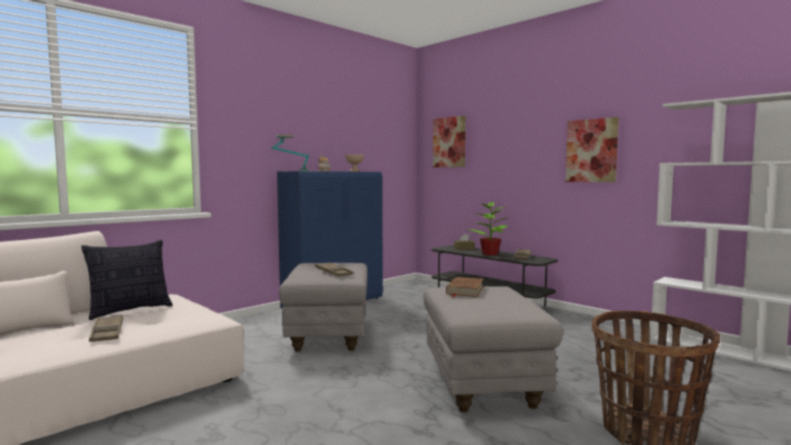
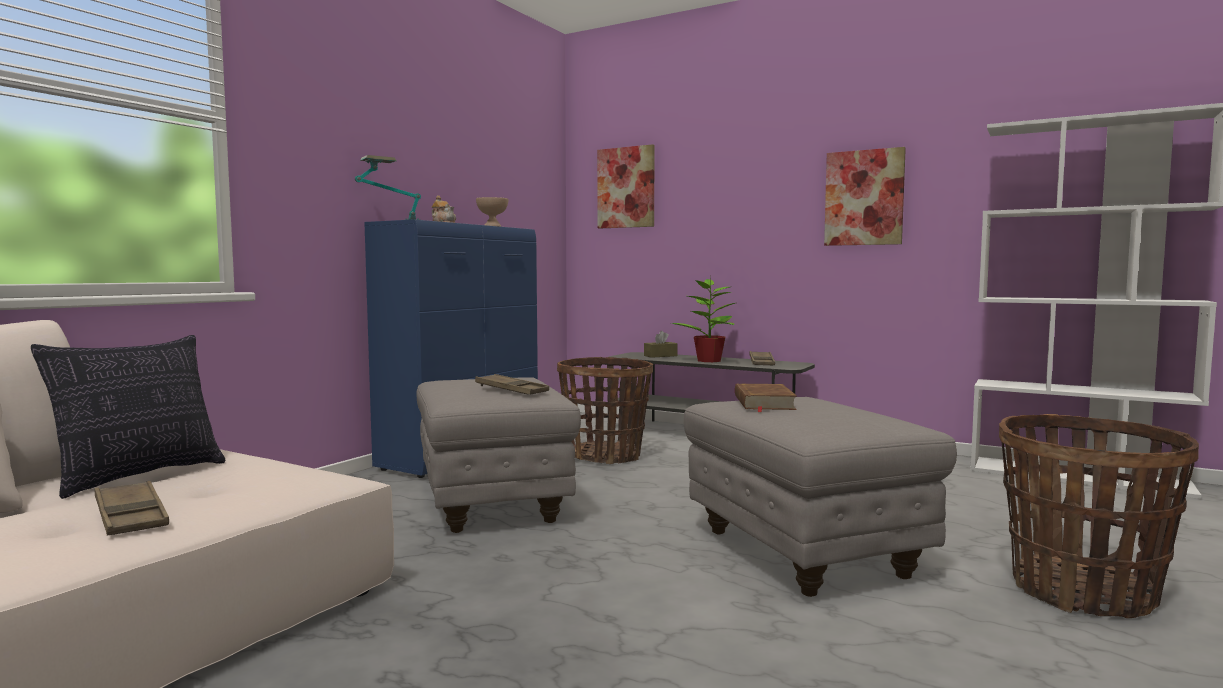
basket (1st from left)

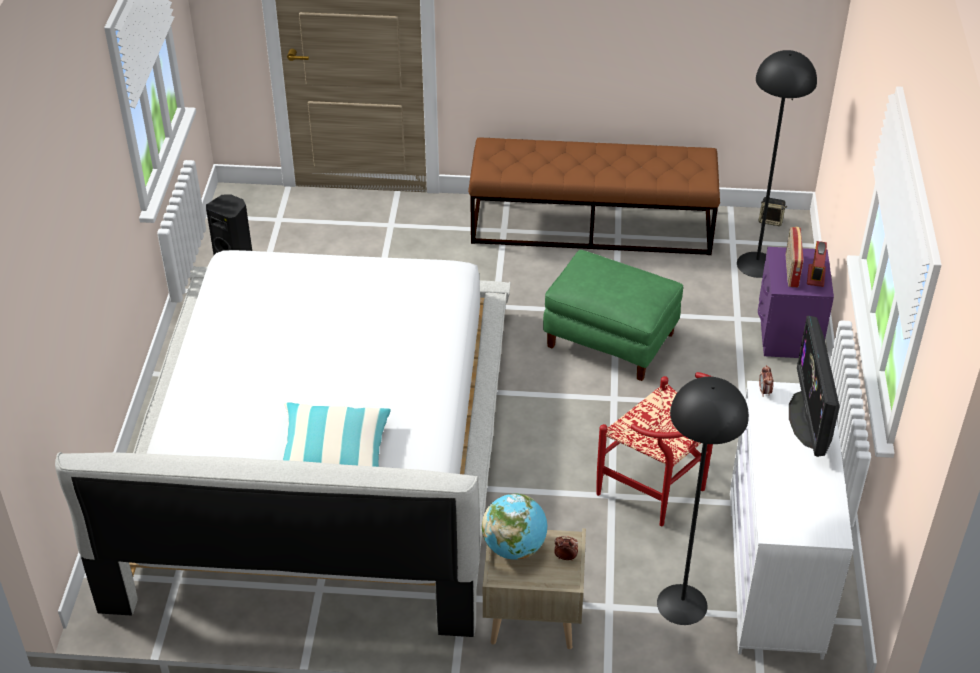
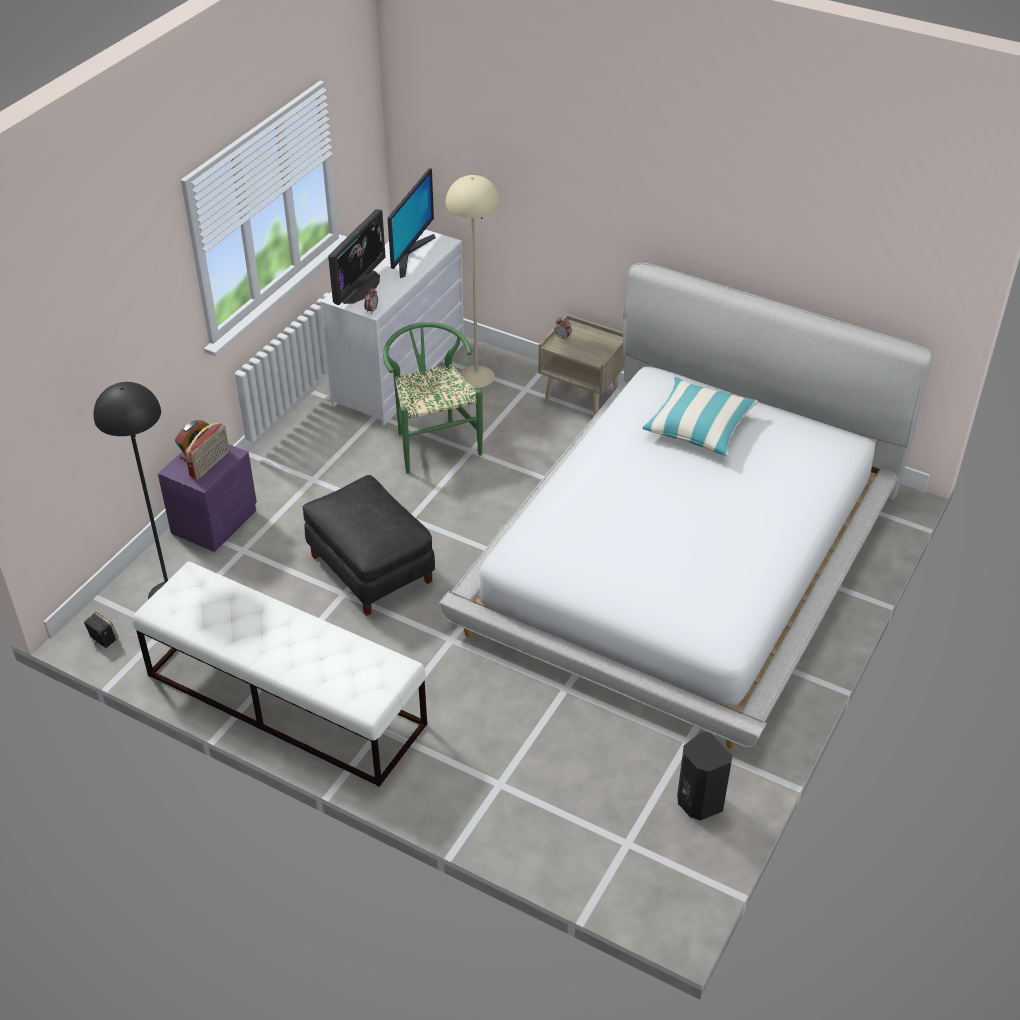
globe; monitor (2nd from left); white bench; black ottoman; green chair; beige floor lamp

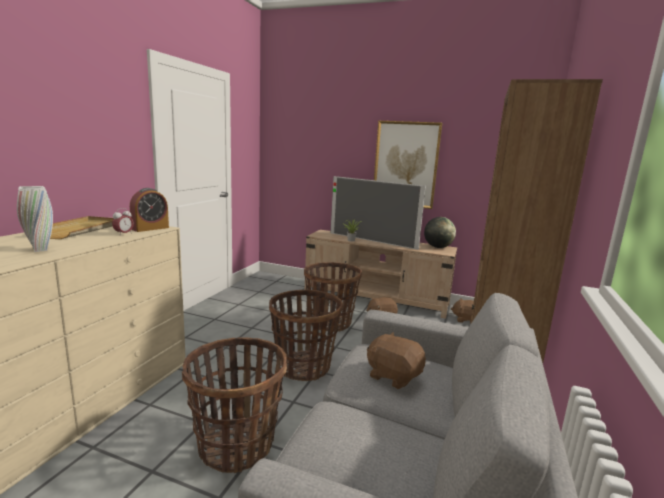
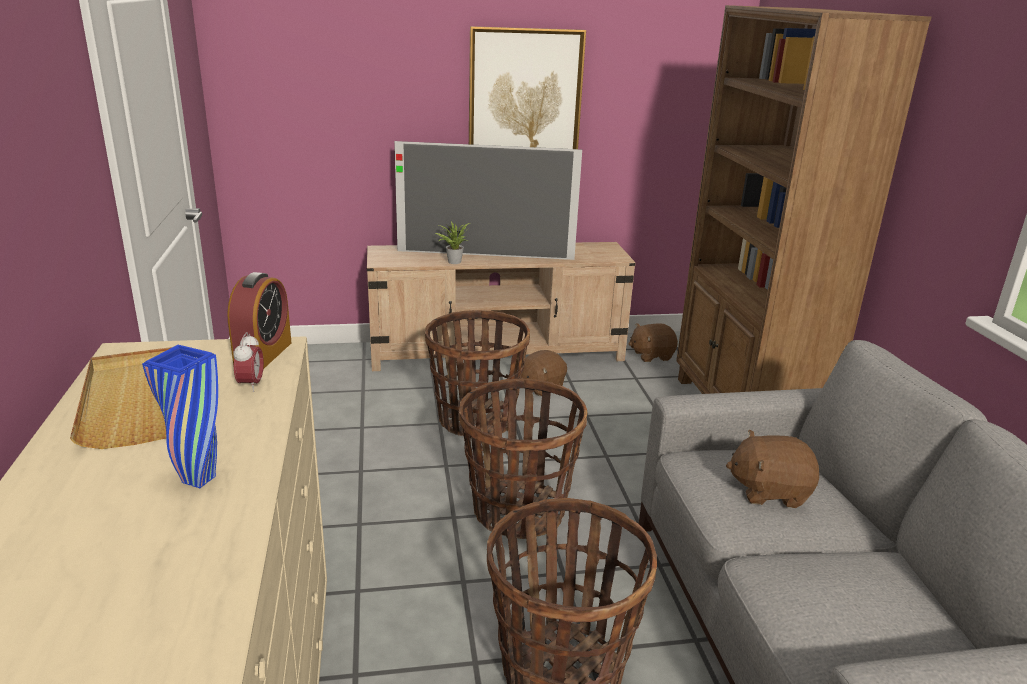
globe; blue vase

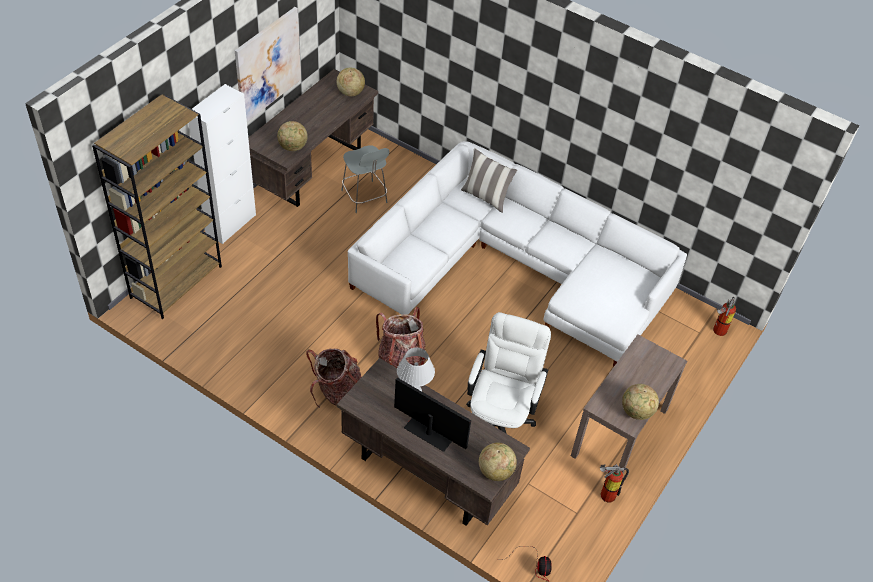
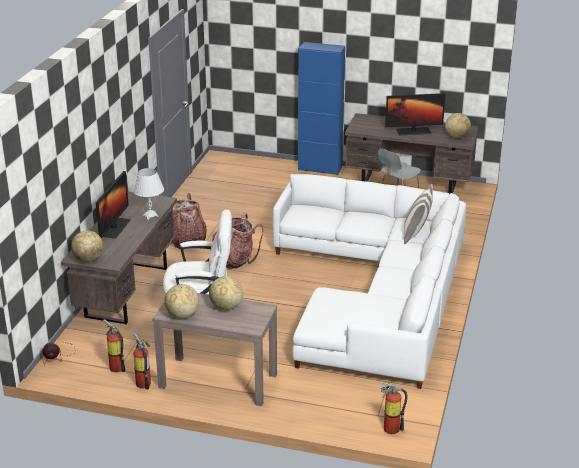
brown bookcase; picture; fire extinguisher (1st from left); monitor (2nd from left); globe (3rd from left); blue cabinet

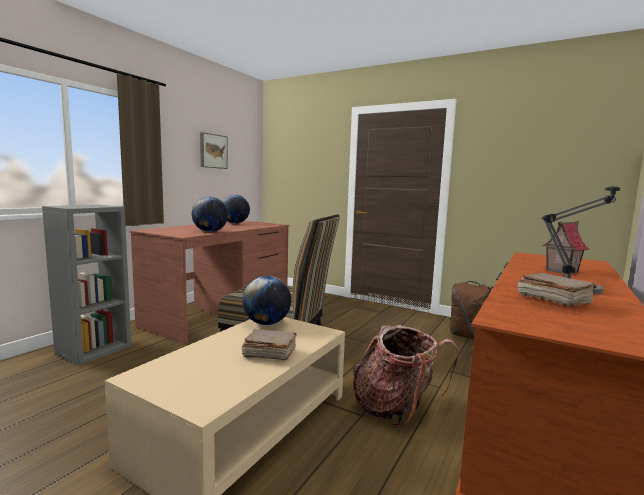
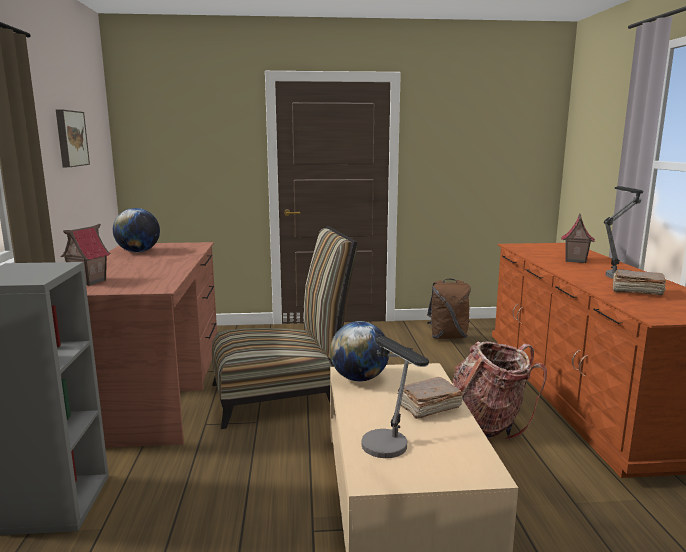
globe (1st from left in the first image); toy house (1st from left); table lamp (1st from left)

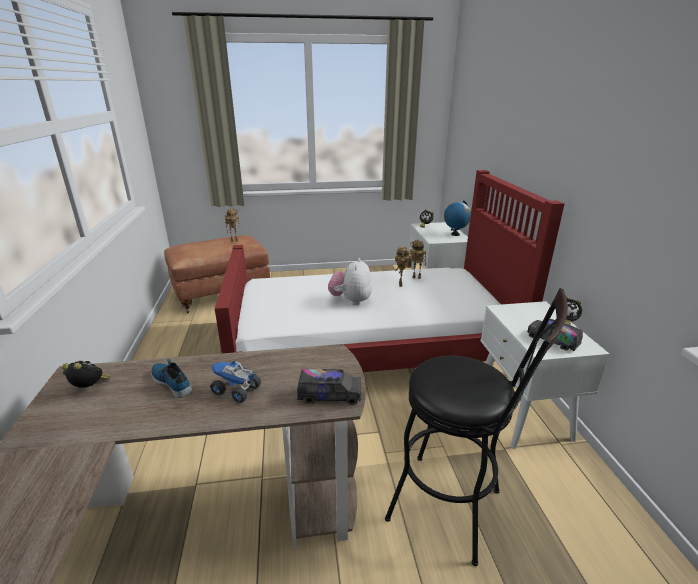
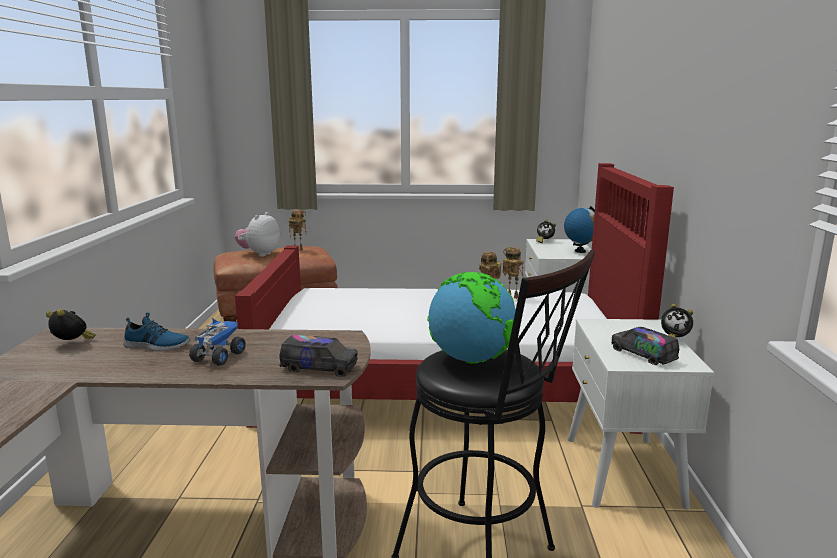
globe (1st from left); plush toy; shoe; toy truck (1st from left)

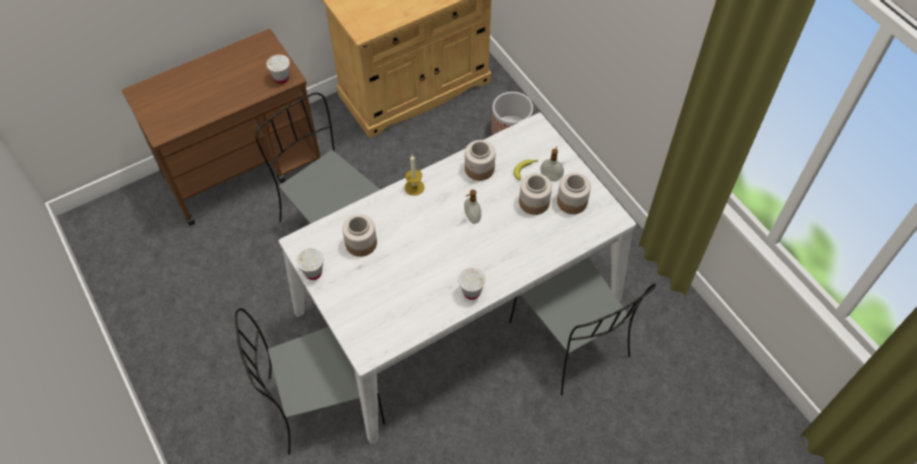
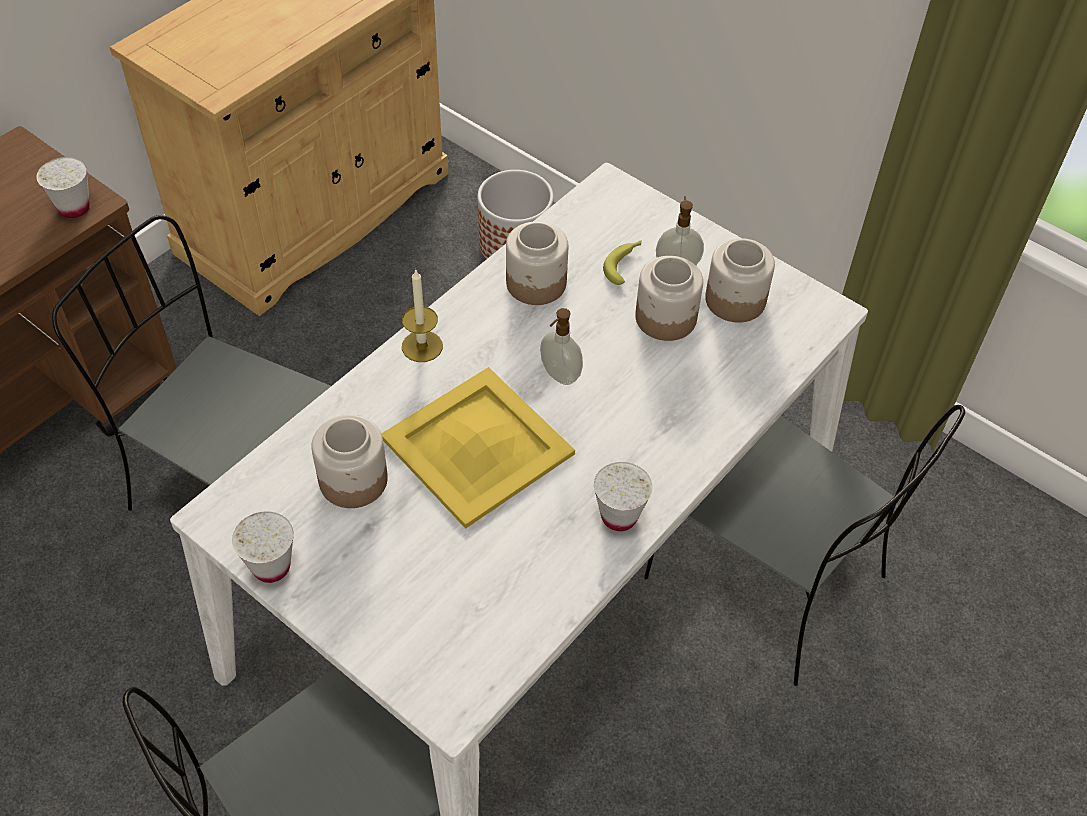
yellow tray

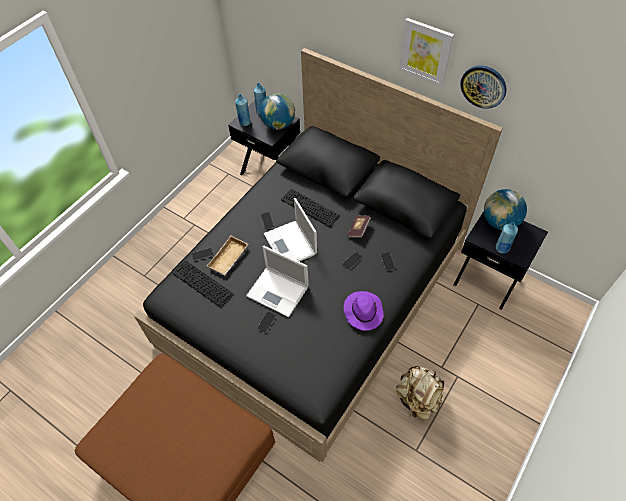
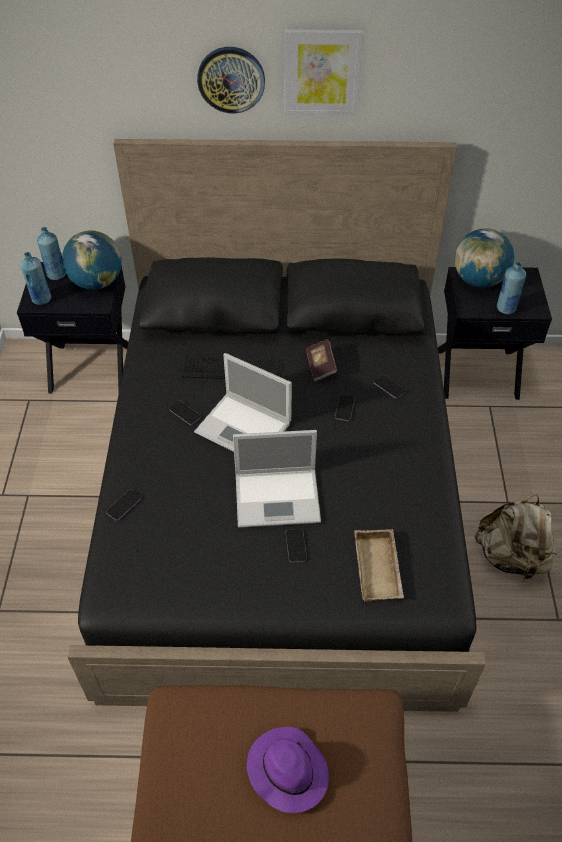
keyboard (1st from left in the first image); beige tray; purple hat; wall clock

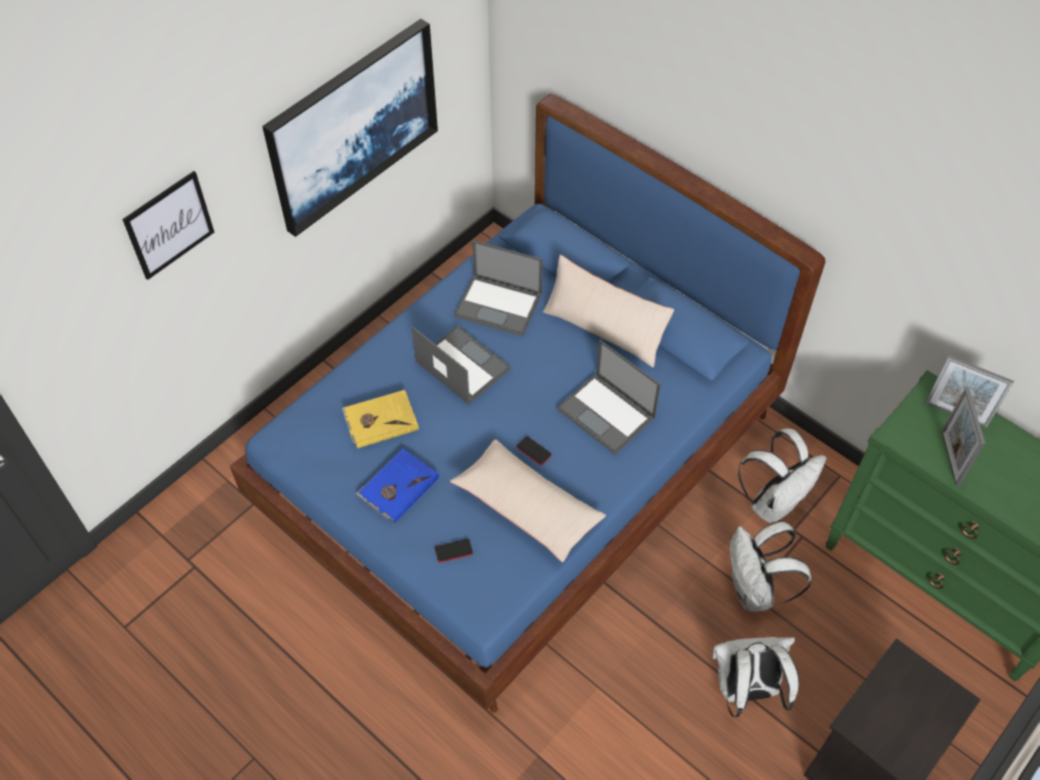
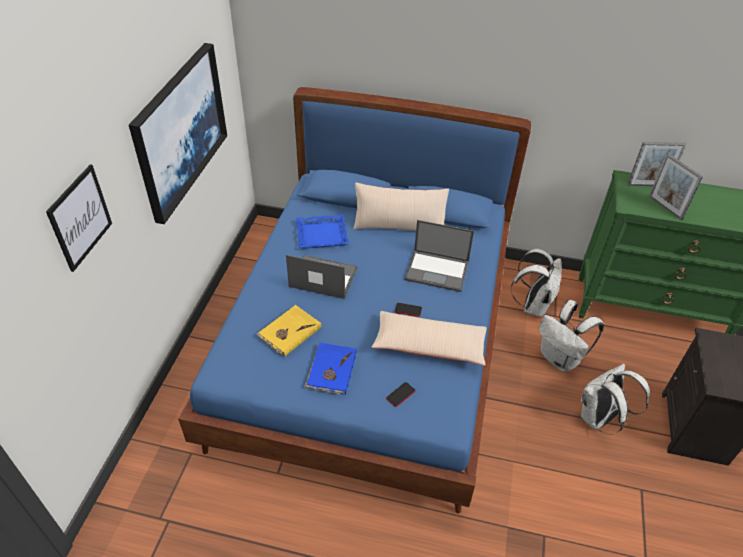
blue tray

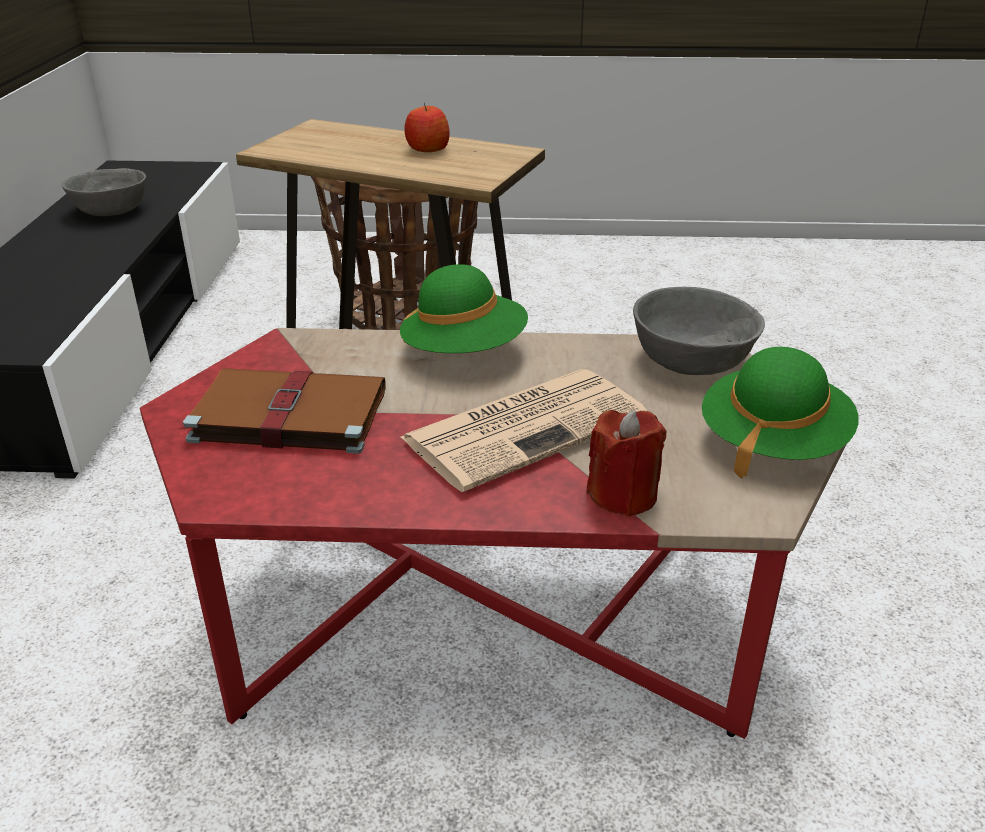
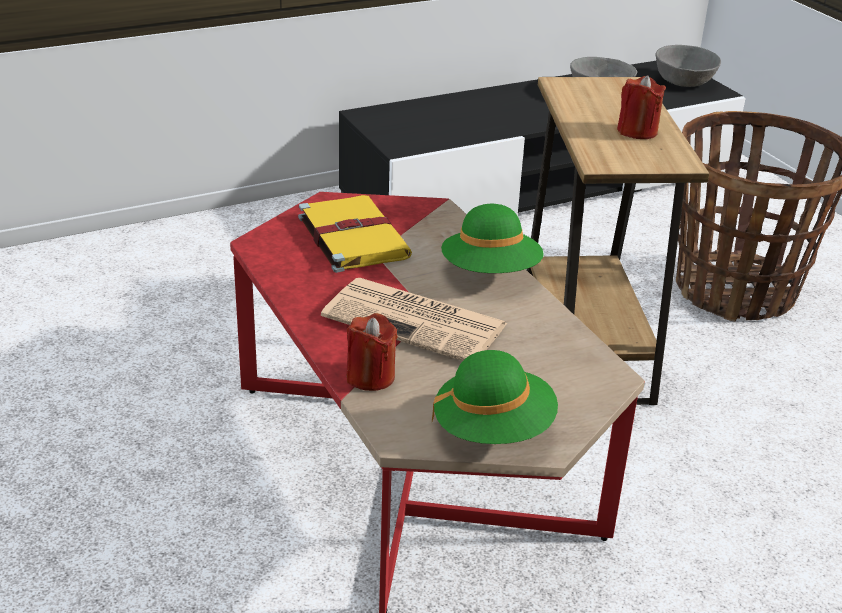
grey bowl (2nd from left); red candle (2nd from left); yellow book

